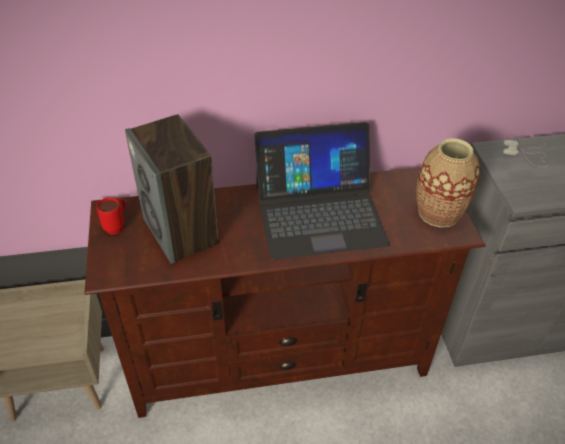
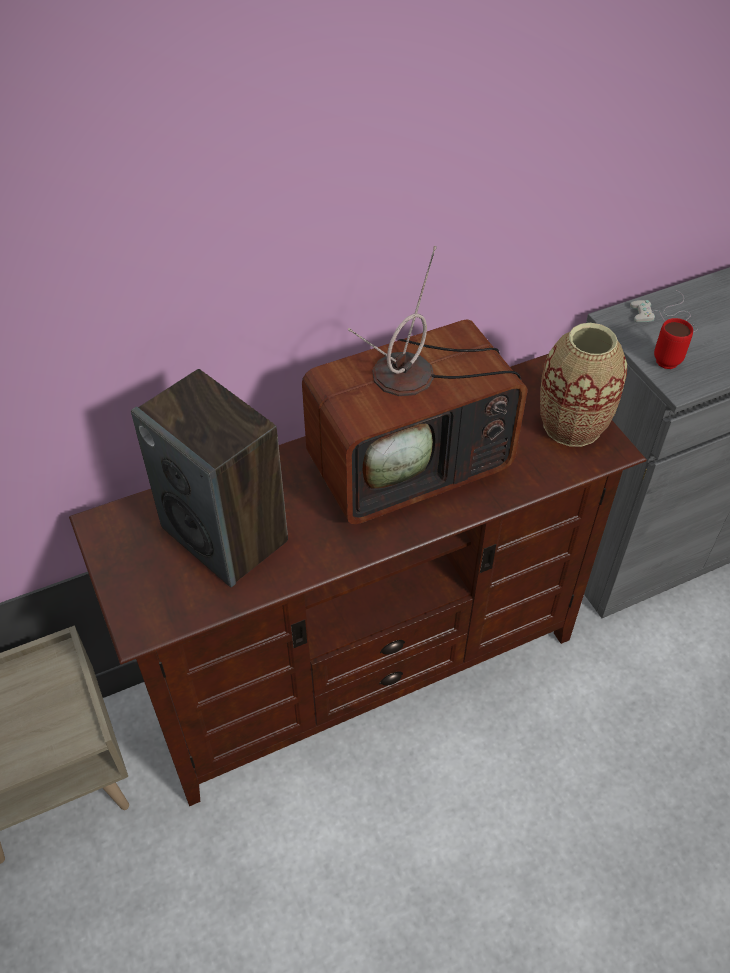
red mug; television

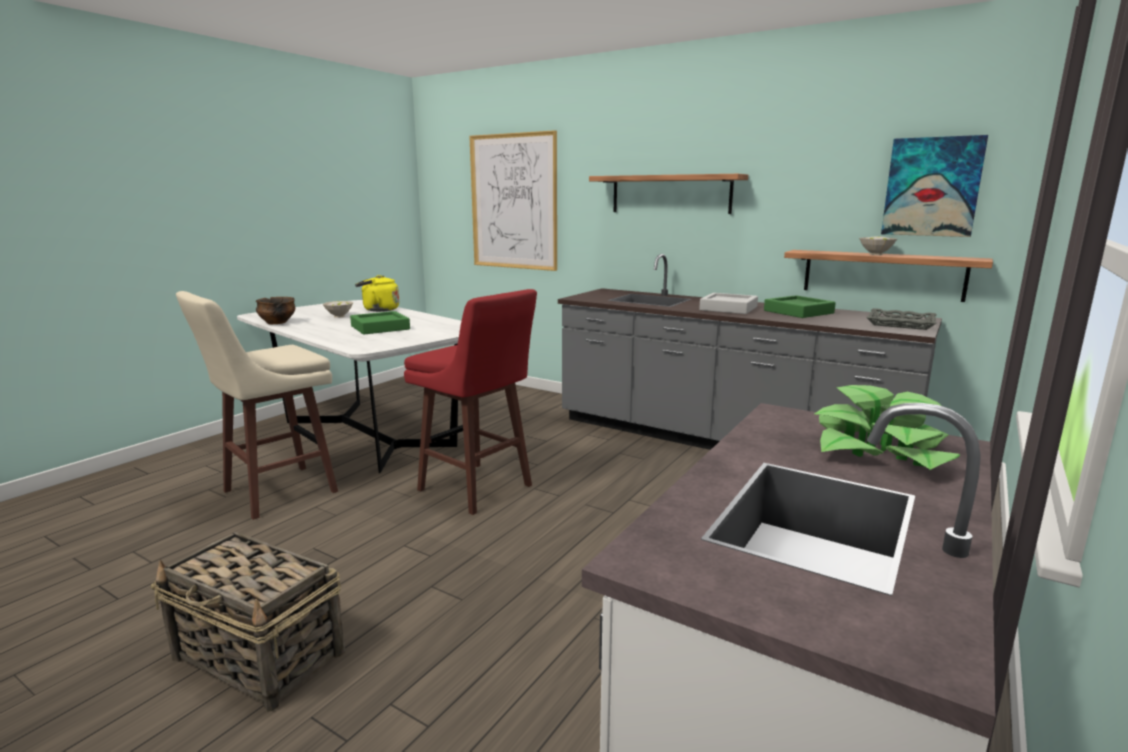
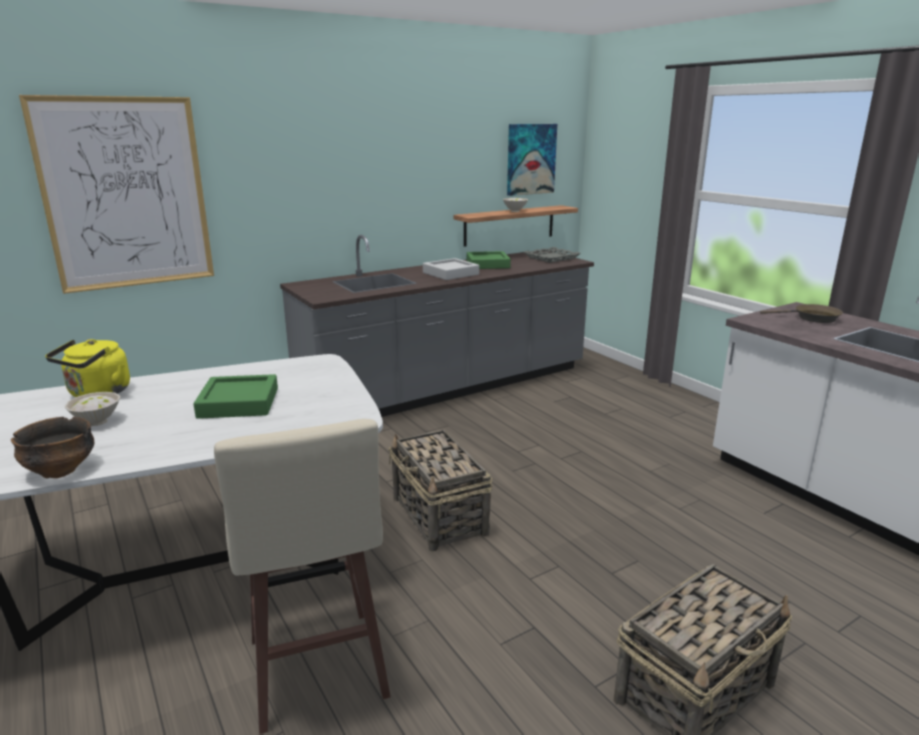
shelf (1st from left in the first image); basket (1st from left); brown frying pan

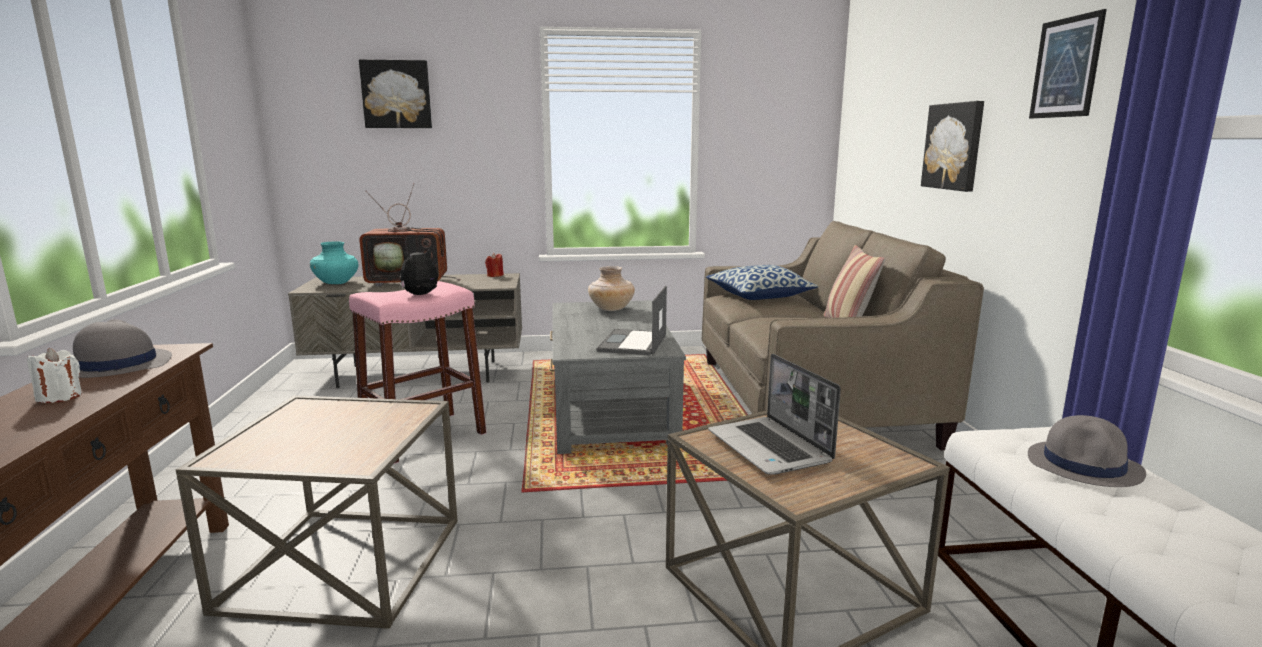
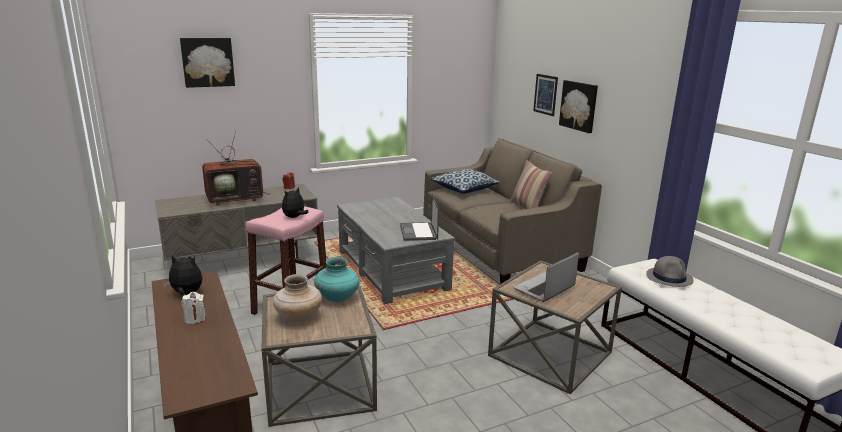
turquoise vase; beige vase; picture (2nd from left); plush toy (1st from left); laptop (2nd from left)

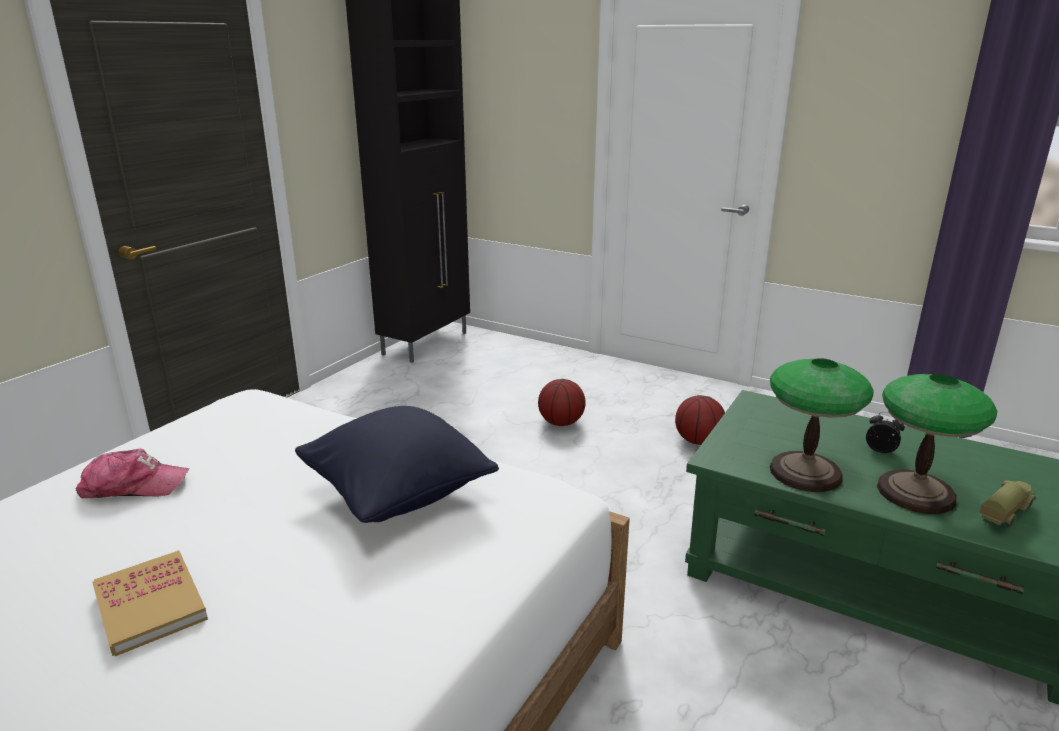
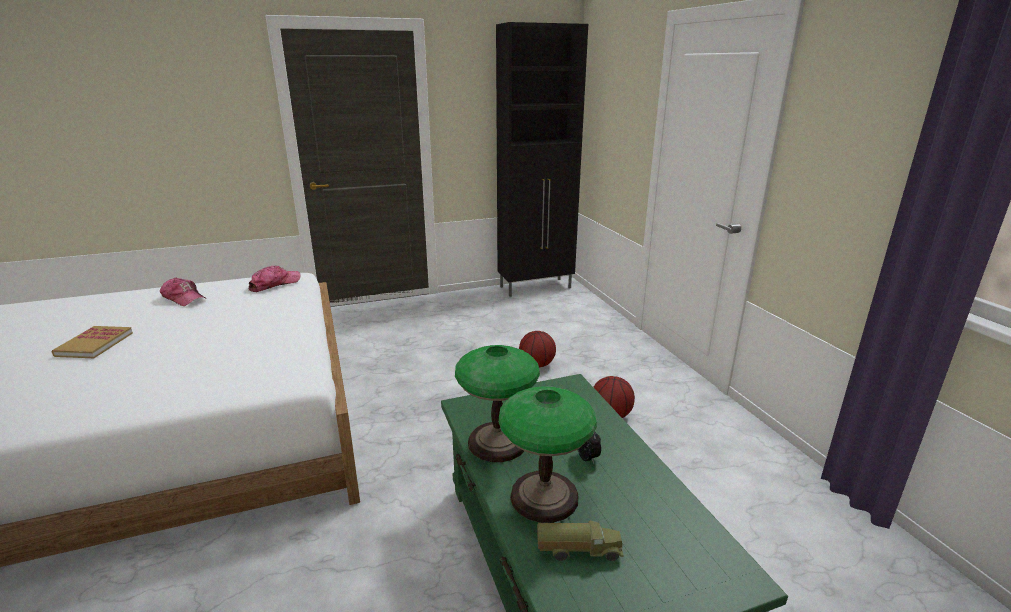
black pillow; cap (2nd from left)

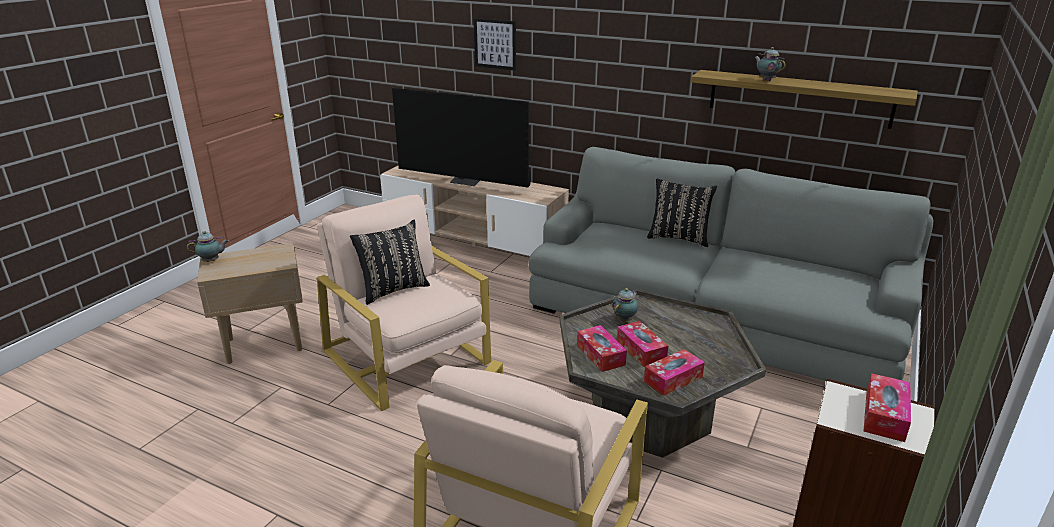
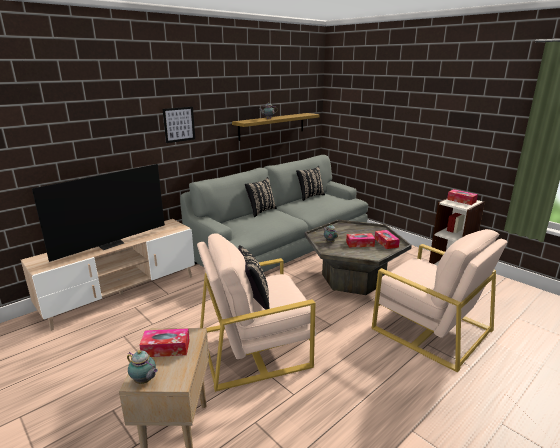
black pillow (3rd from left); picture; tissue box (1st from left); teapot (1st from left)

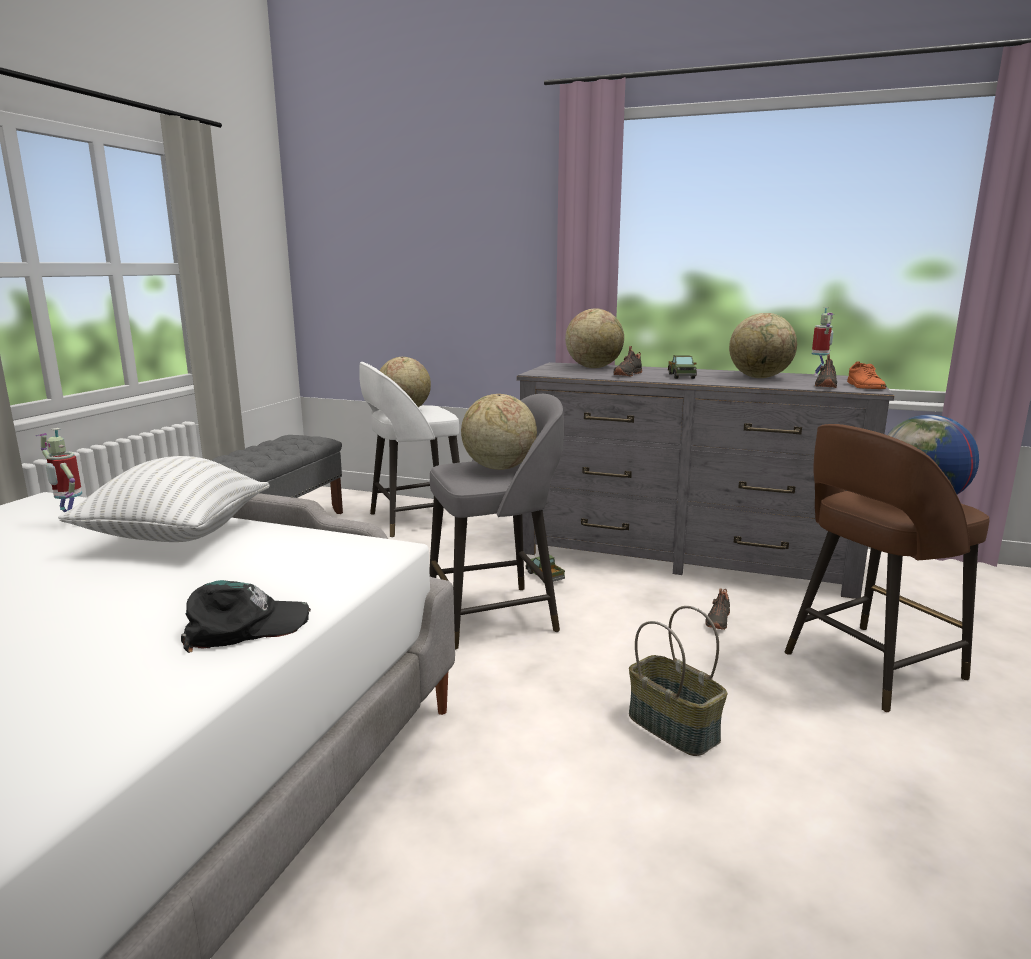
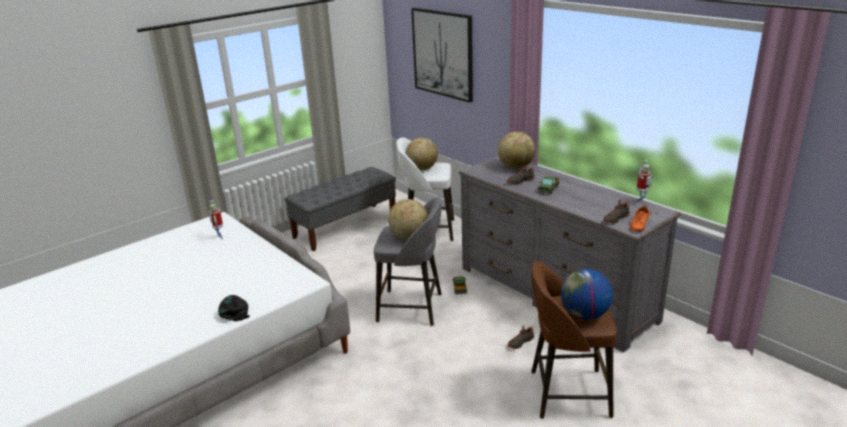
white pillow; basket; globe (4th from left in the first image); picture; black cap

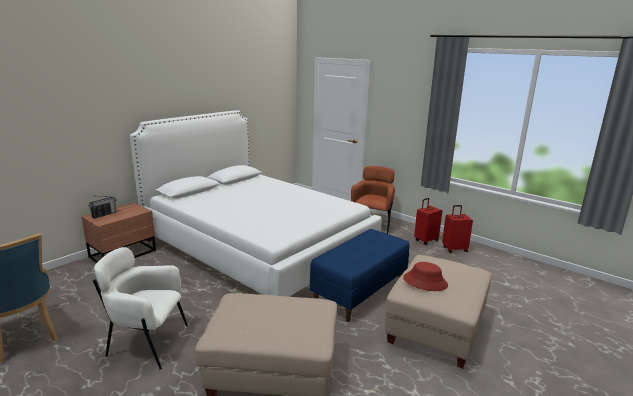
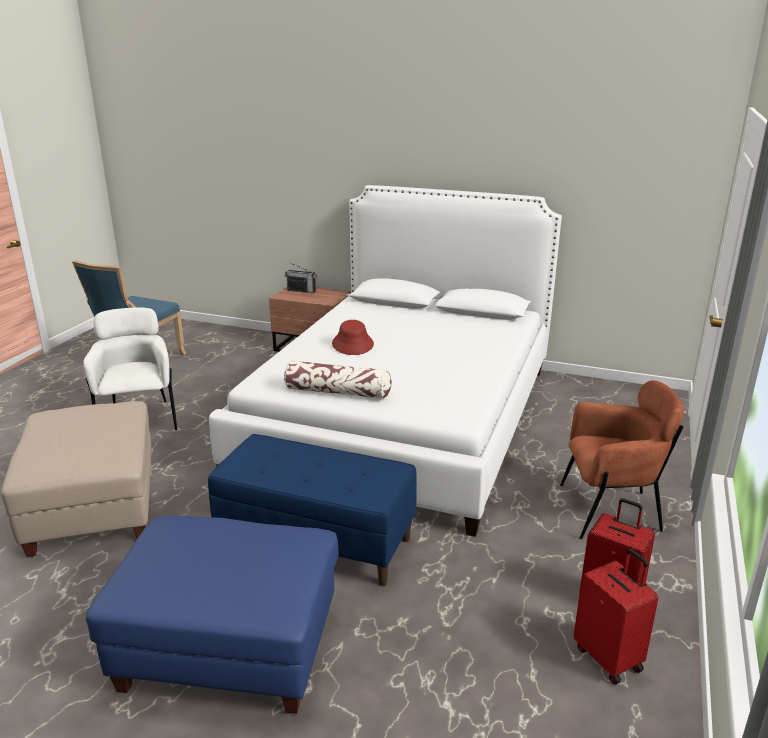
pillow; red hat; blue ottoman

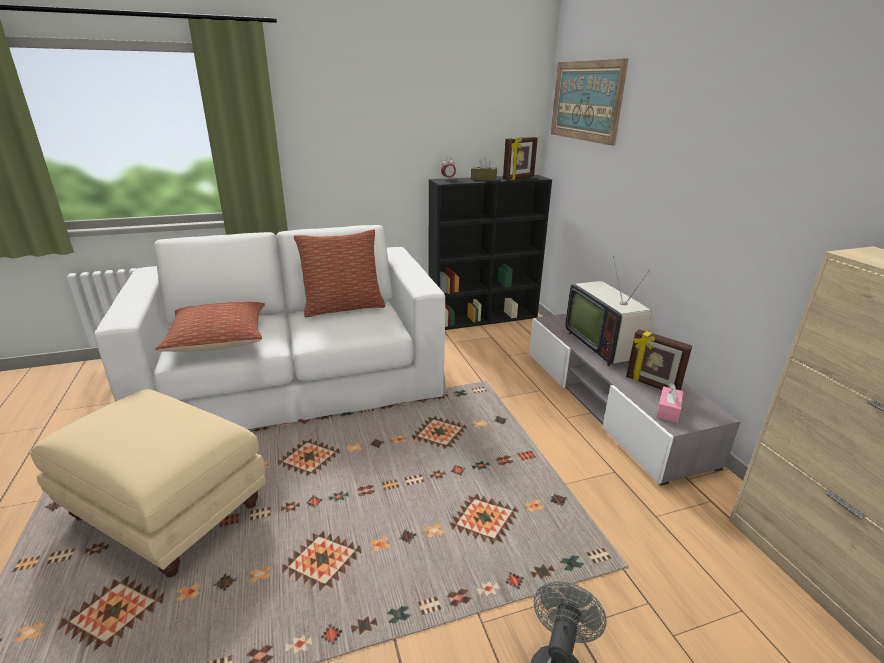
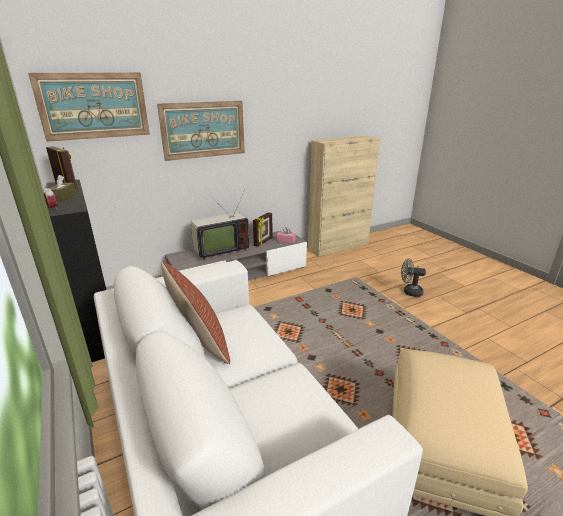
pillow (1st from left in the first image); picture (2nd from left)

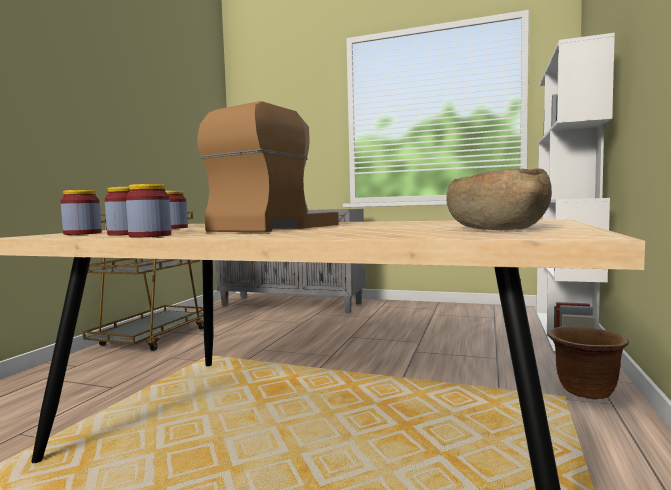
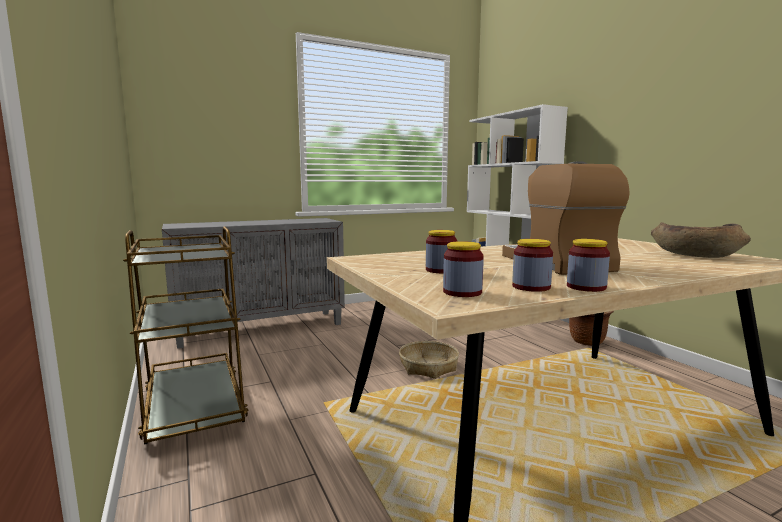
basket

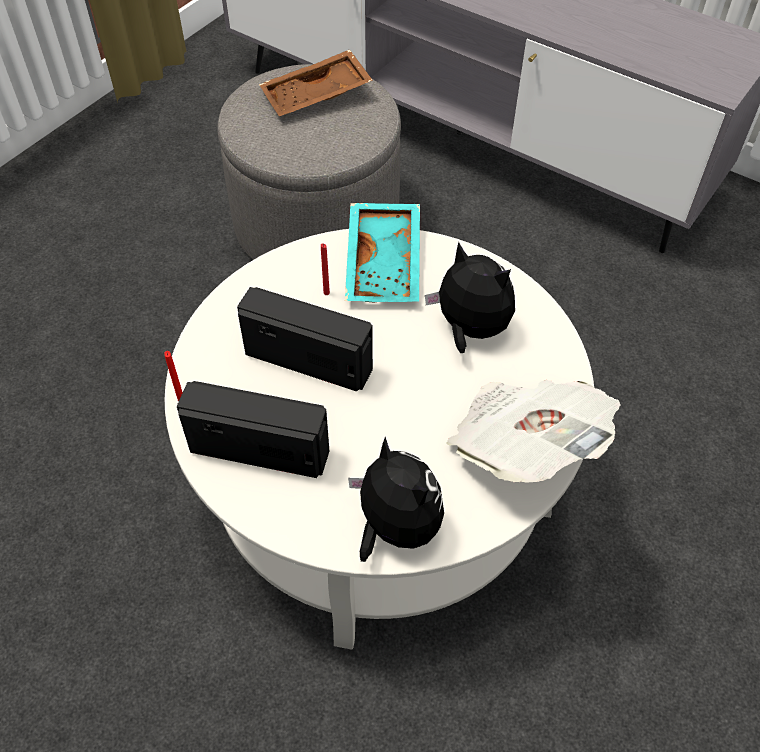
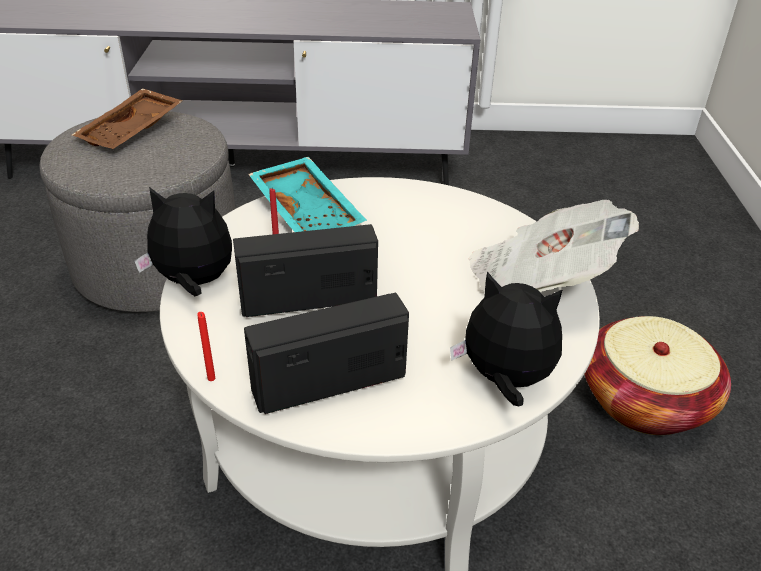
basket; plush toy (1st from left)

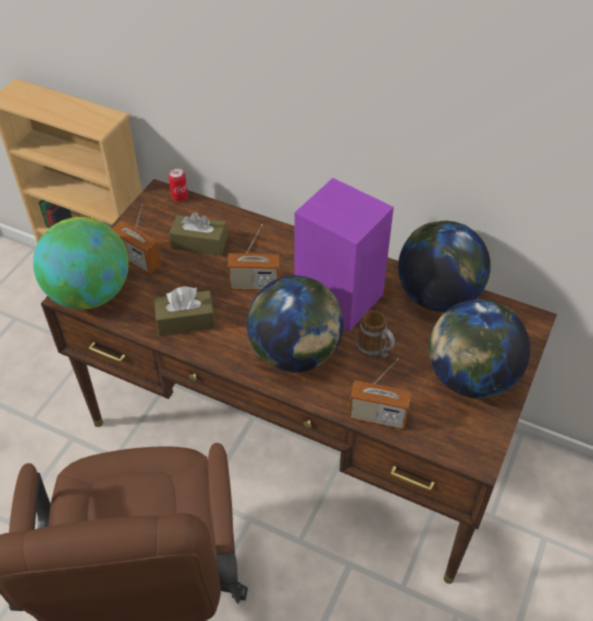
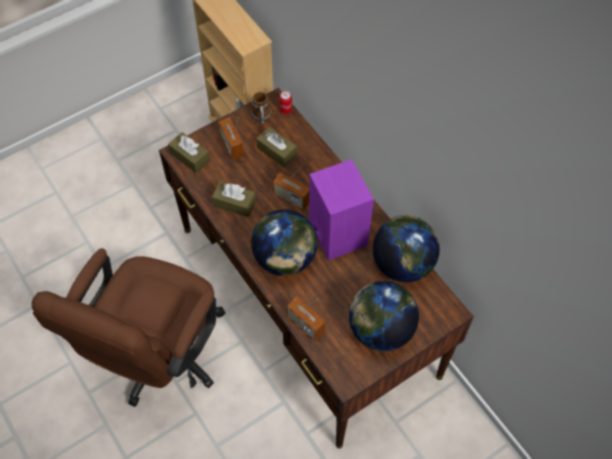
mug; brown tissue box (1st from left)

